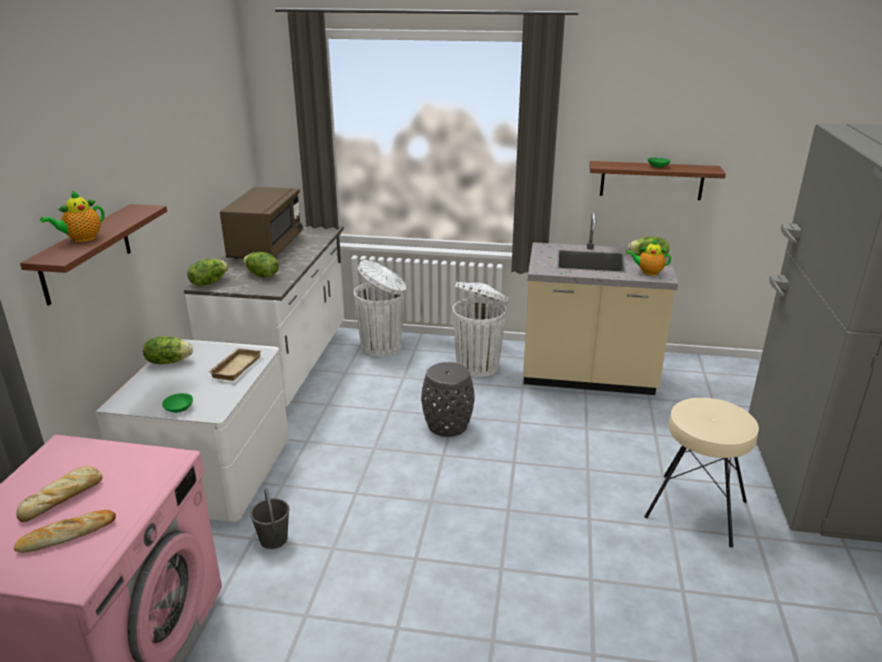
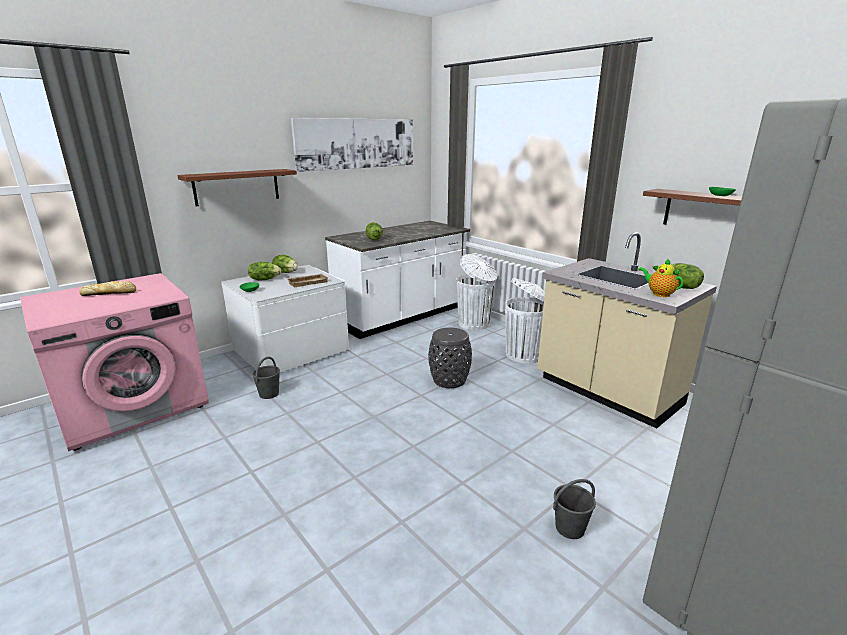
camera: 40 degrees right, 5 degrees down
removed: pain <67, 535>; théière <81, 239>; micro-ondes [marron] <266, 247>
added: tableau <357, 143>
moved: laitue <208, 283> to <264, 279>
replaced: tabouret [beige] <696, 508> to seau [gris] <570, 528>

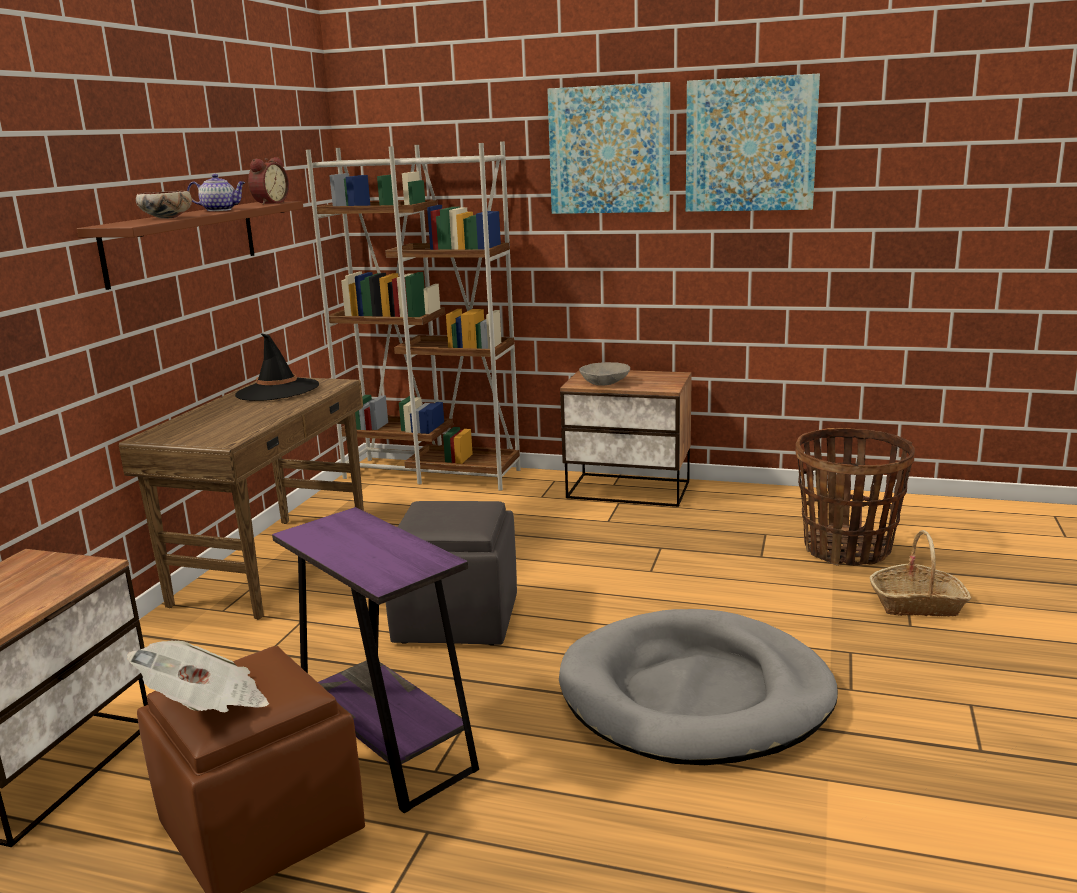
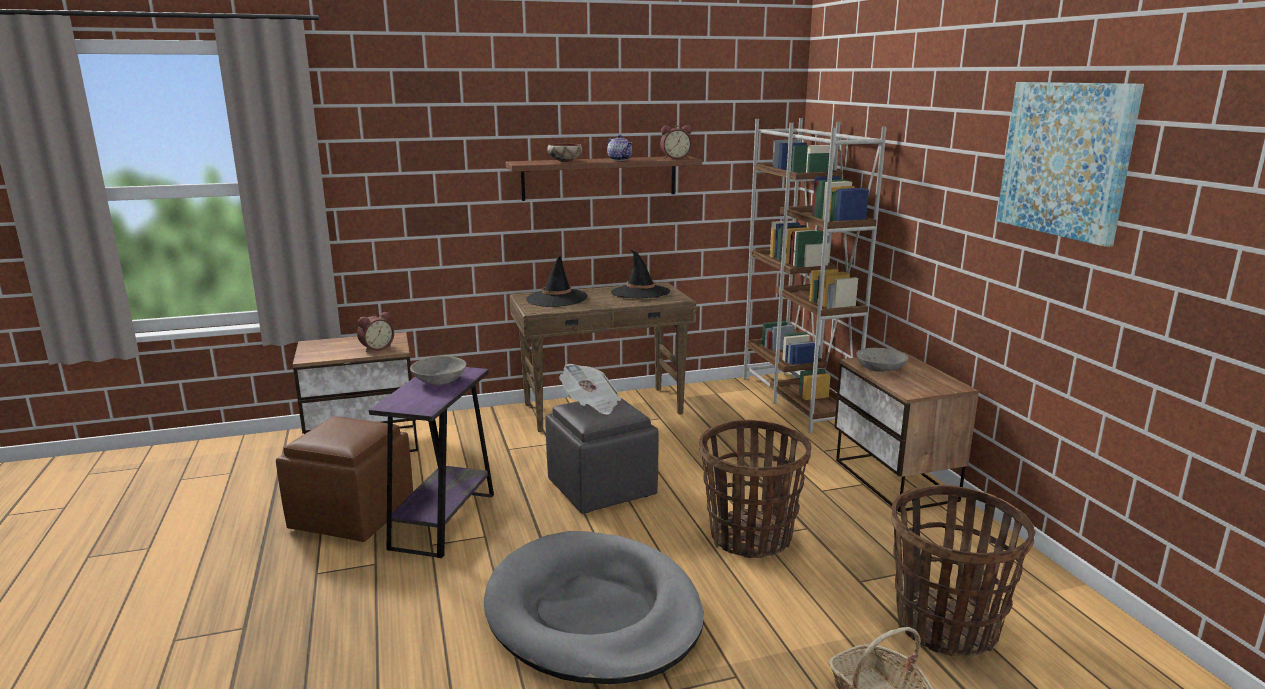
camera: 55 degrees right, 0 degrees up
removed: tableau <609, 150>
added: réveil <376, 348>; bol [gris] <439, 380>; chapeau [noir] <557, 298>; panier <750, 537>
moved: journal <207, 706> to <591, 404>

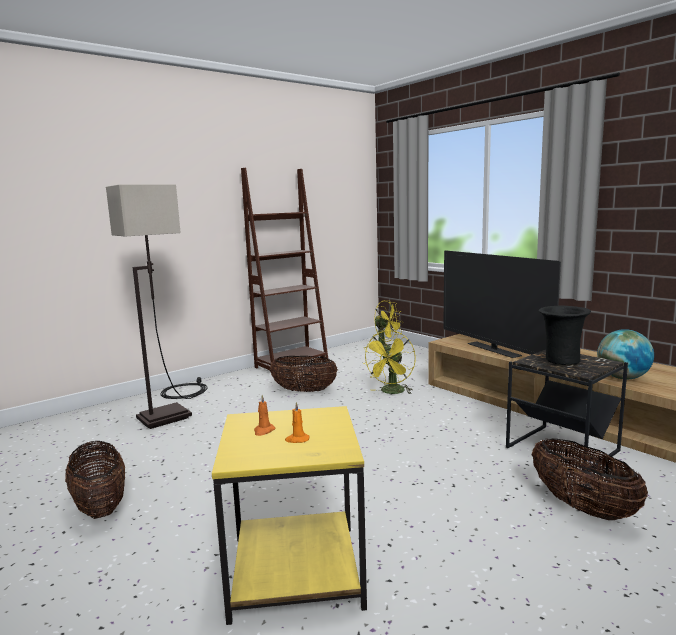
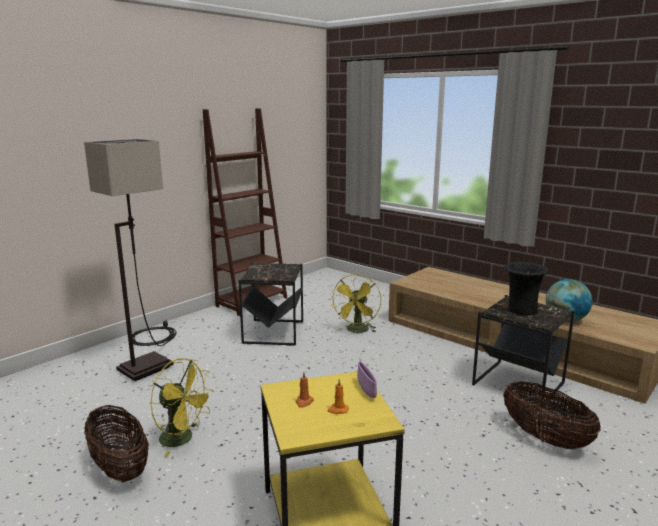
camera: 10 degrees left, 5 degrees up
removed: téléviseur <493, 350>
added: bol [violet] <366, 390>
moved: ventilateur [jaune] <386, 348> to <183, 439>
replaced: panier <304, 391> to table d'appoint [noir] <274, 332>

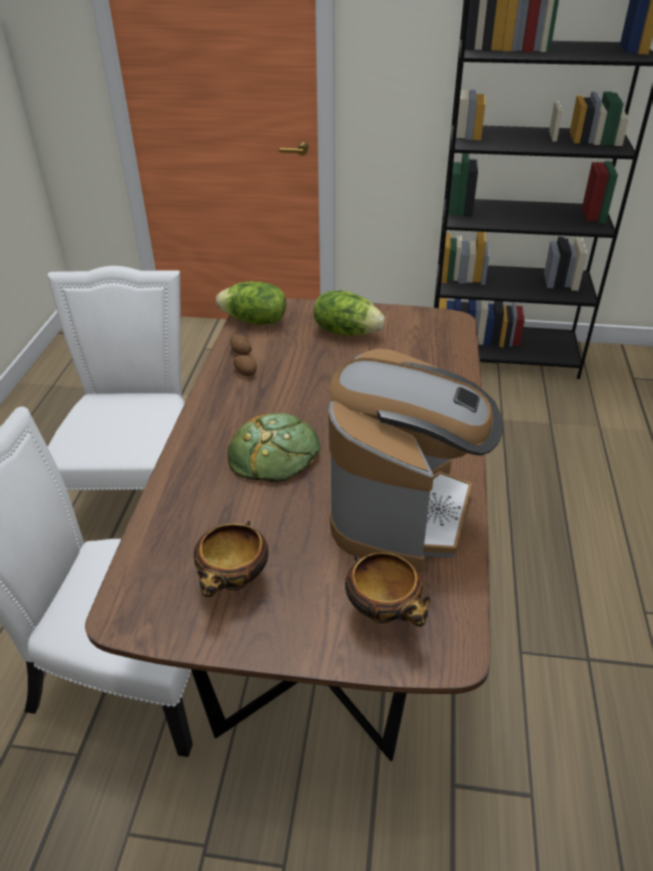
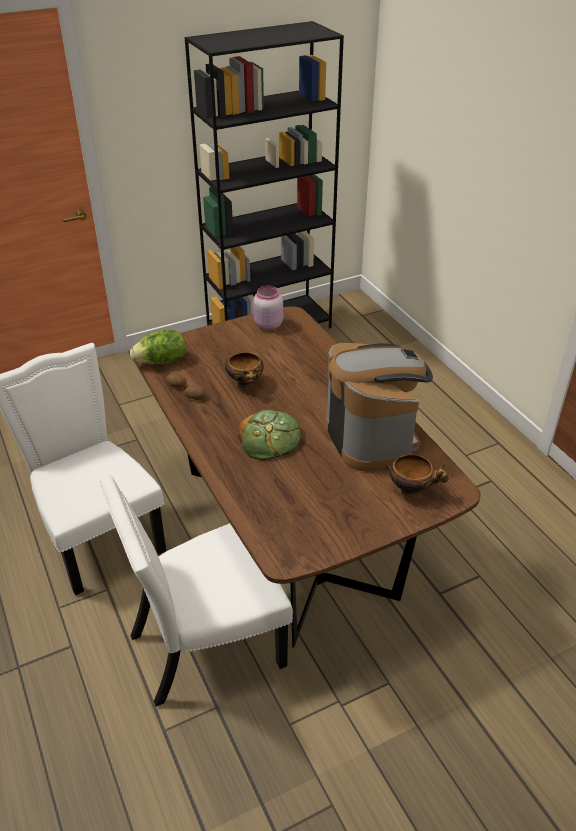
camera: 35 degrees left, 0 degrees up
removed: laitue <346, 331>
added: bocal [rose] <267, 325>
moved: bol <234, 582> to <246, 384>

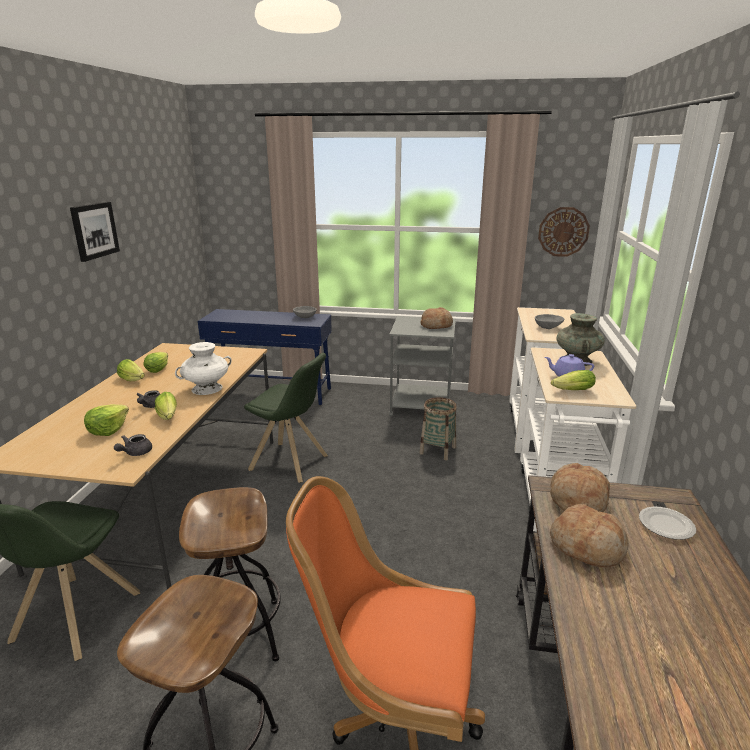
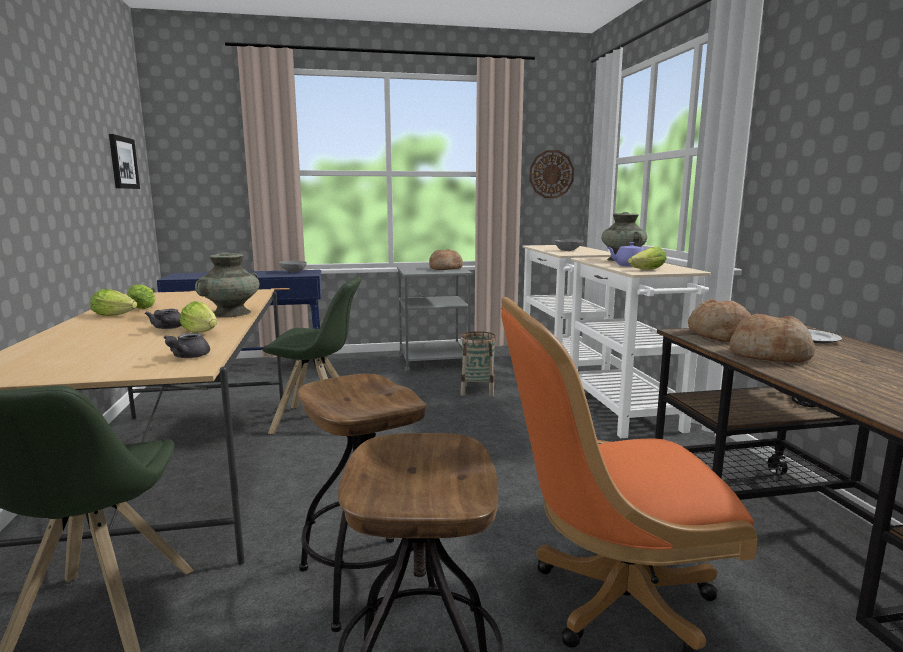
camera: 20 degrees left, 10 degrees down
removed: laitue <108, 430>
moved: tableau <94, 230> to <123, 163>
recoloured: vase [blanc] <206, 389> to vase [turquoise] <230, 313>

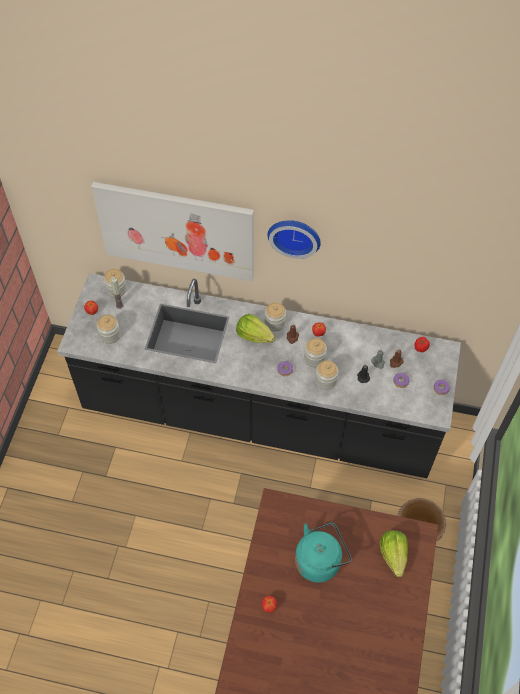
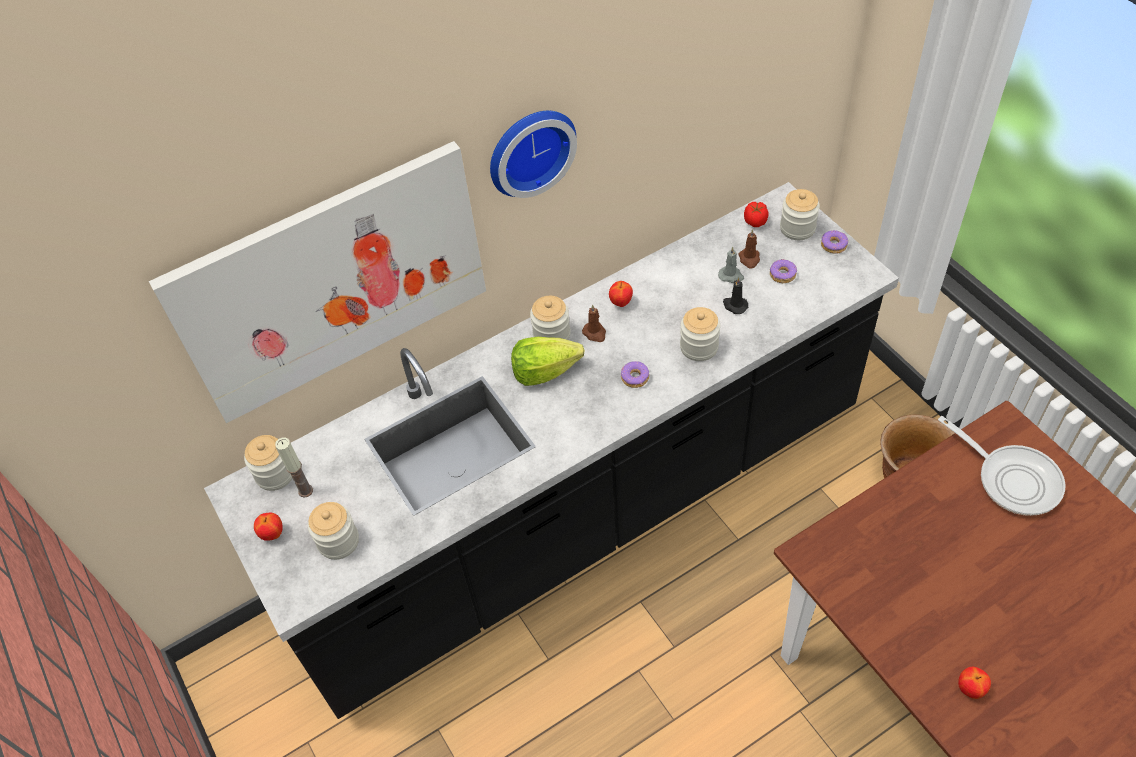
camera: 40 degrees left, 5 degrees down
removed: bouilloire [turquoise] <320, 560>
moved: bocal <314, 358> to <797, 228>
replaced: laitue <393, 555> to poêle <1012, 479>

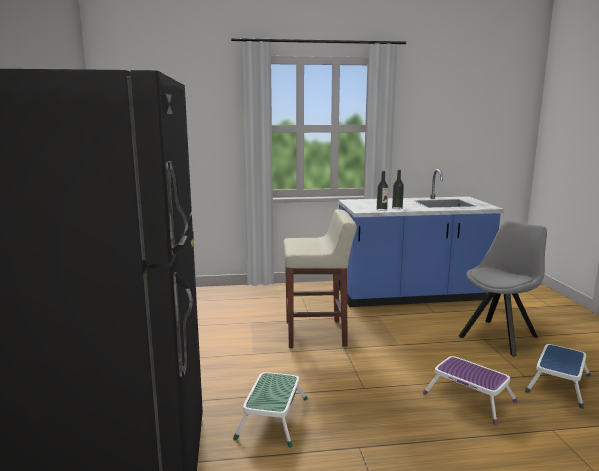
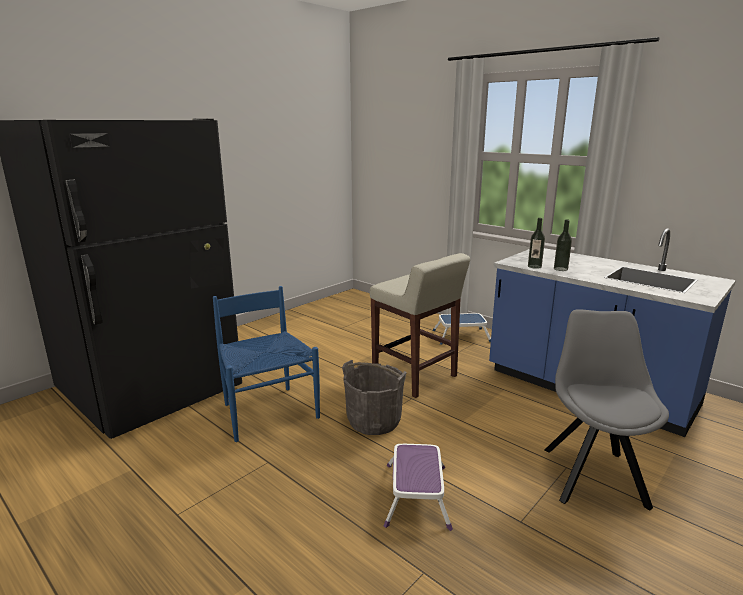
camera: 50 degrees right, 5 degrees up
added: seau [gris] <374, 420>
moved: escabeau [bleu] <558, 383> to <461, 336>
replaced: escabeau [vert] <273, 417> to chaise [bleu] <267, 412>
turned: chaise [gris] <499, 337> = <592, 476> 90 degrees counterclockwise

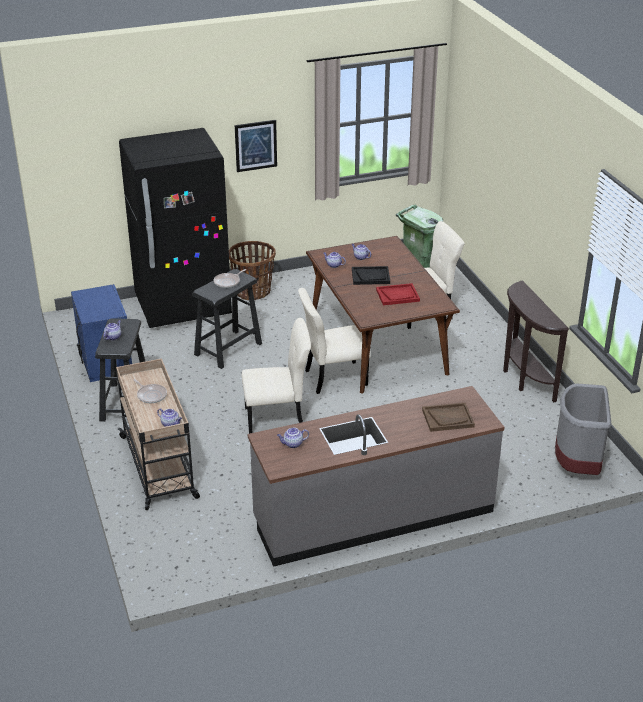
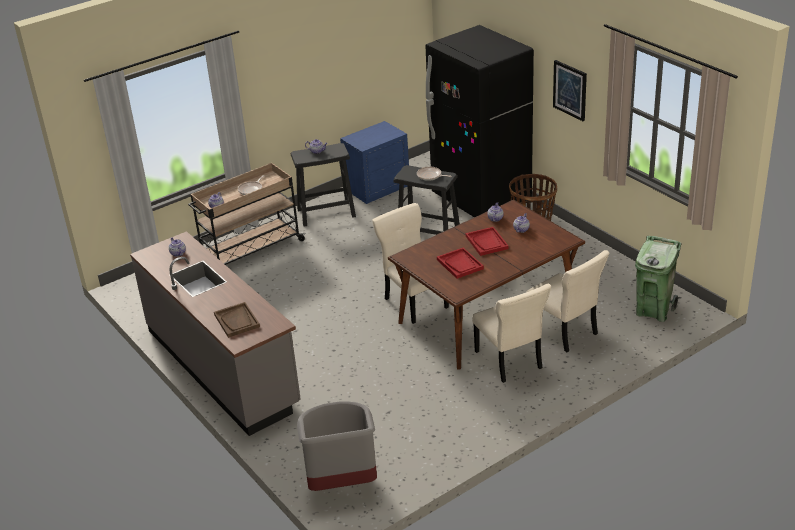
camera: 75 degrees right, 0 degrees up
removed: table console [marron] <524, 378>
moved: chaise [beige] <277, 418> to <509, 361>
recoloured: plateau [noir] <370, 276> to plateau [rouge] <487, 242>

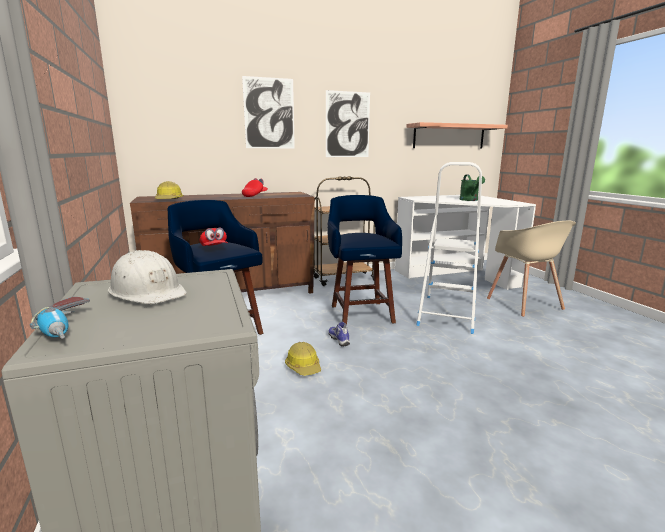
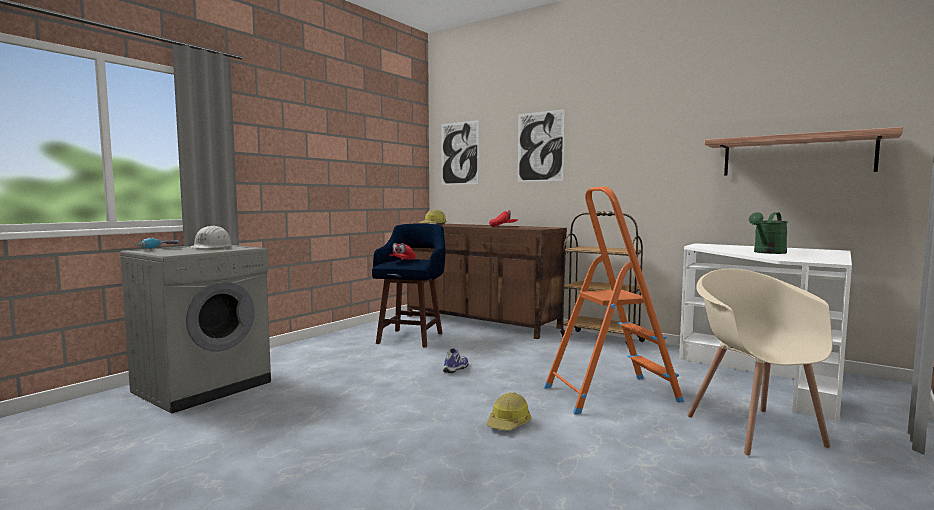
camera: 55 degrees right, 10 degrees down
removed: tabouret [bleu] <361, 313>
moved: tableau <347, 124> to <459, 153>; casque de chantier <304, 367> to <509, 423>
recoloured: escabeau [blanc] <448, 312> to escabeau [orange] <612, 394>
turned: chaise [beige] <524, 304> = <753, 430> 135 degrees clockwise

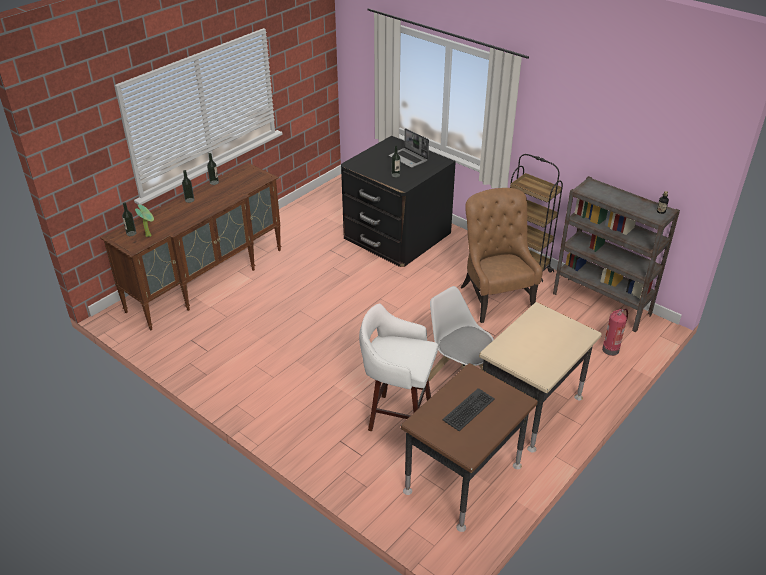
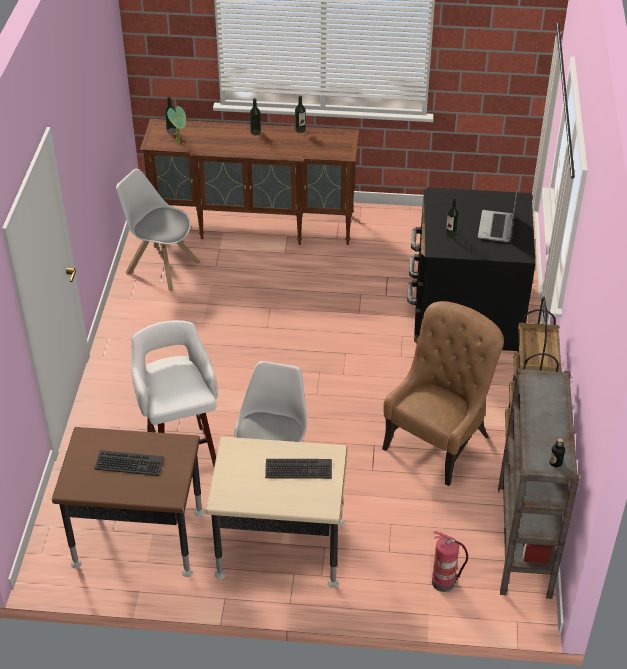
camera: 55 degrees right, 5 degrees up
added: chaise <161, 267>; clavier <298, 469>

